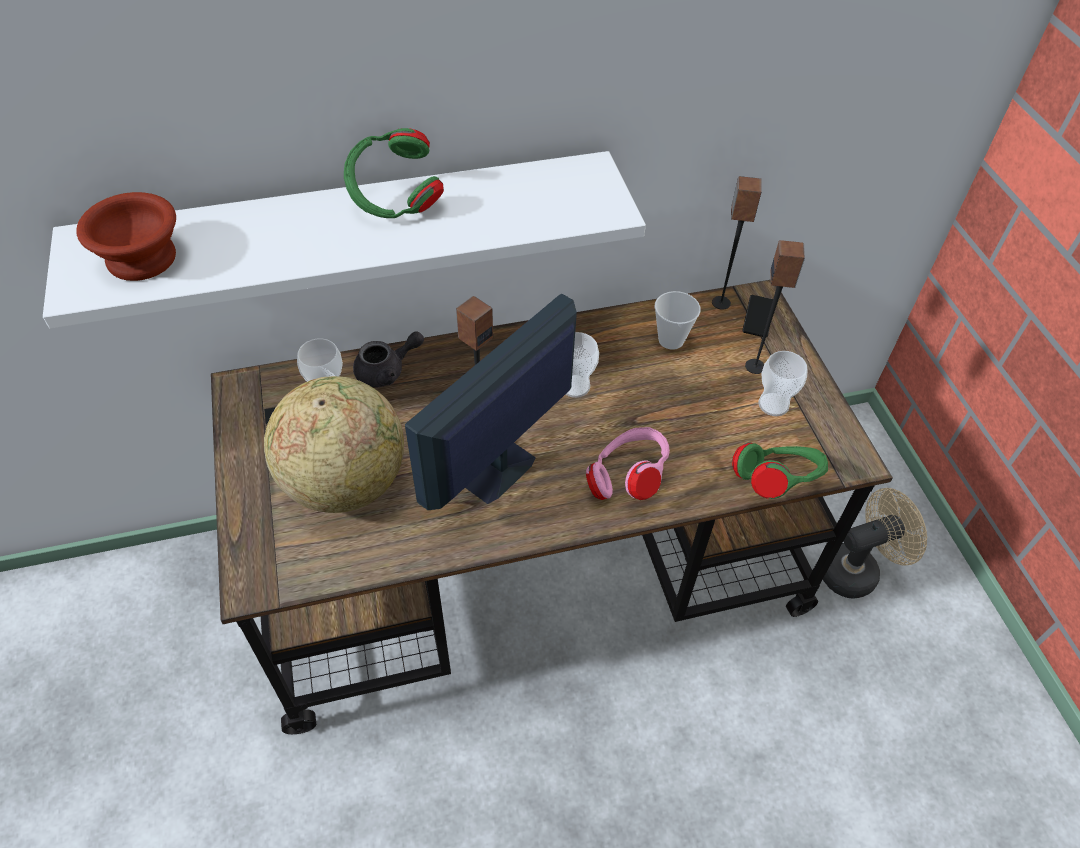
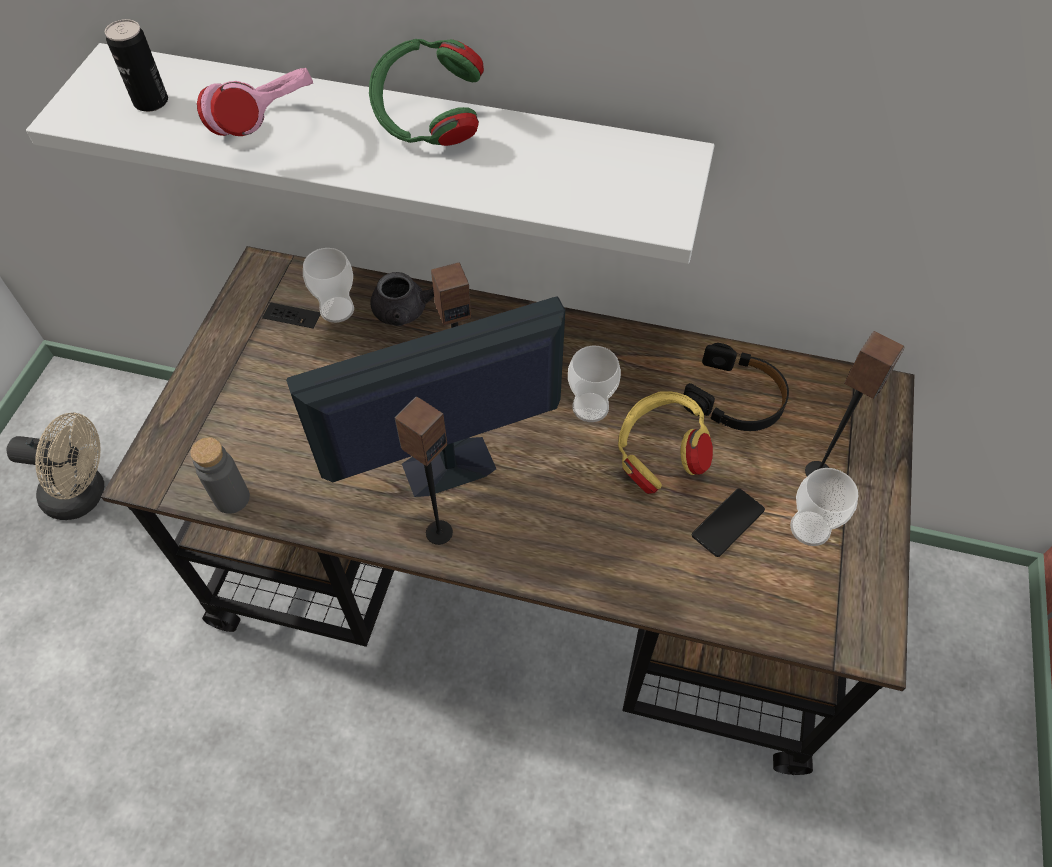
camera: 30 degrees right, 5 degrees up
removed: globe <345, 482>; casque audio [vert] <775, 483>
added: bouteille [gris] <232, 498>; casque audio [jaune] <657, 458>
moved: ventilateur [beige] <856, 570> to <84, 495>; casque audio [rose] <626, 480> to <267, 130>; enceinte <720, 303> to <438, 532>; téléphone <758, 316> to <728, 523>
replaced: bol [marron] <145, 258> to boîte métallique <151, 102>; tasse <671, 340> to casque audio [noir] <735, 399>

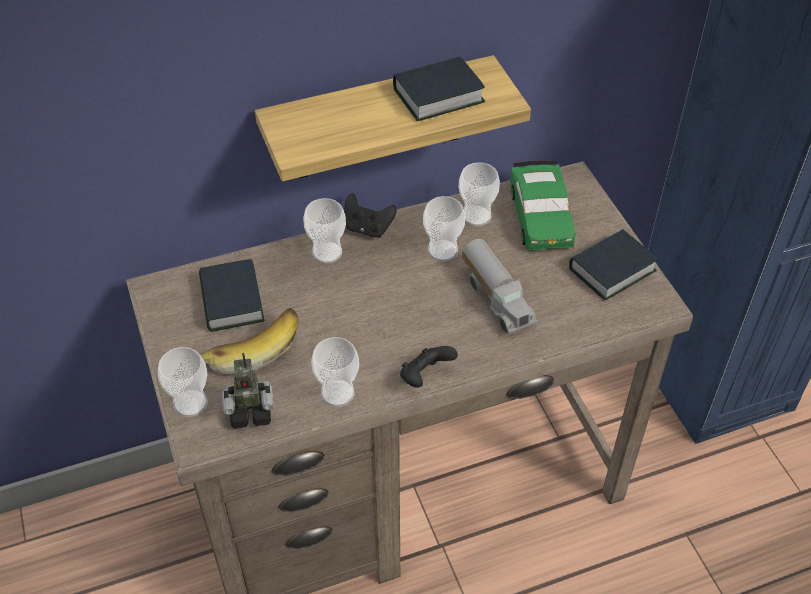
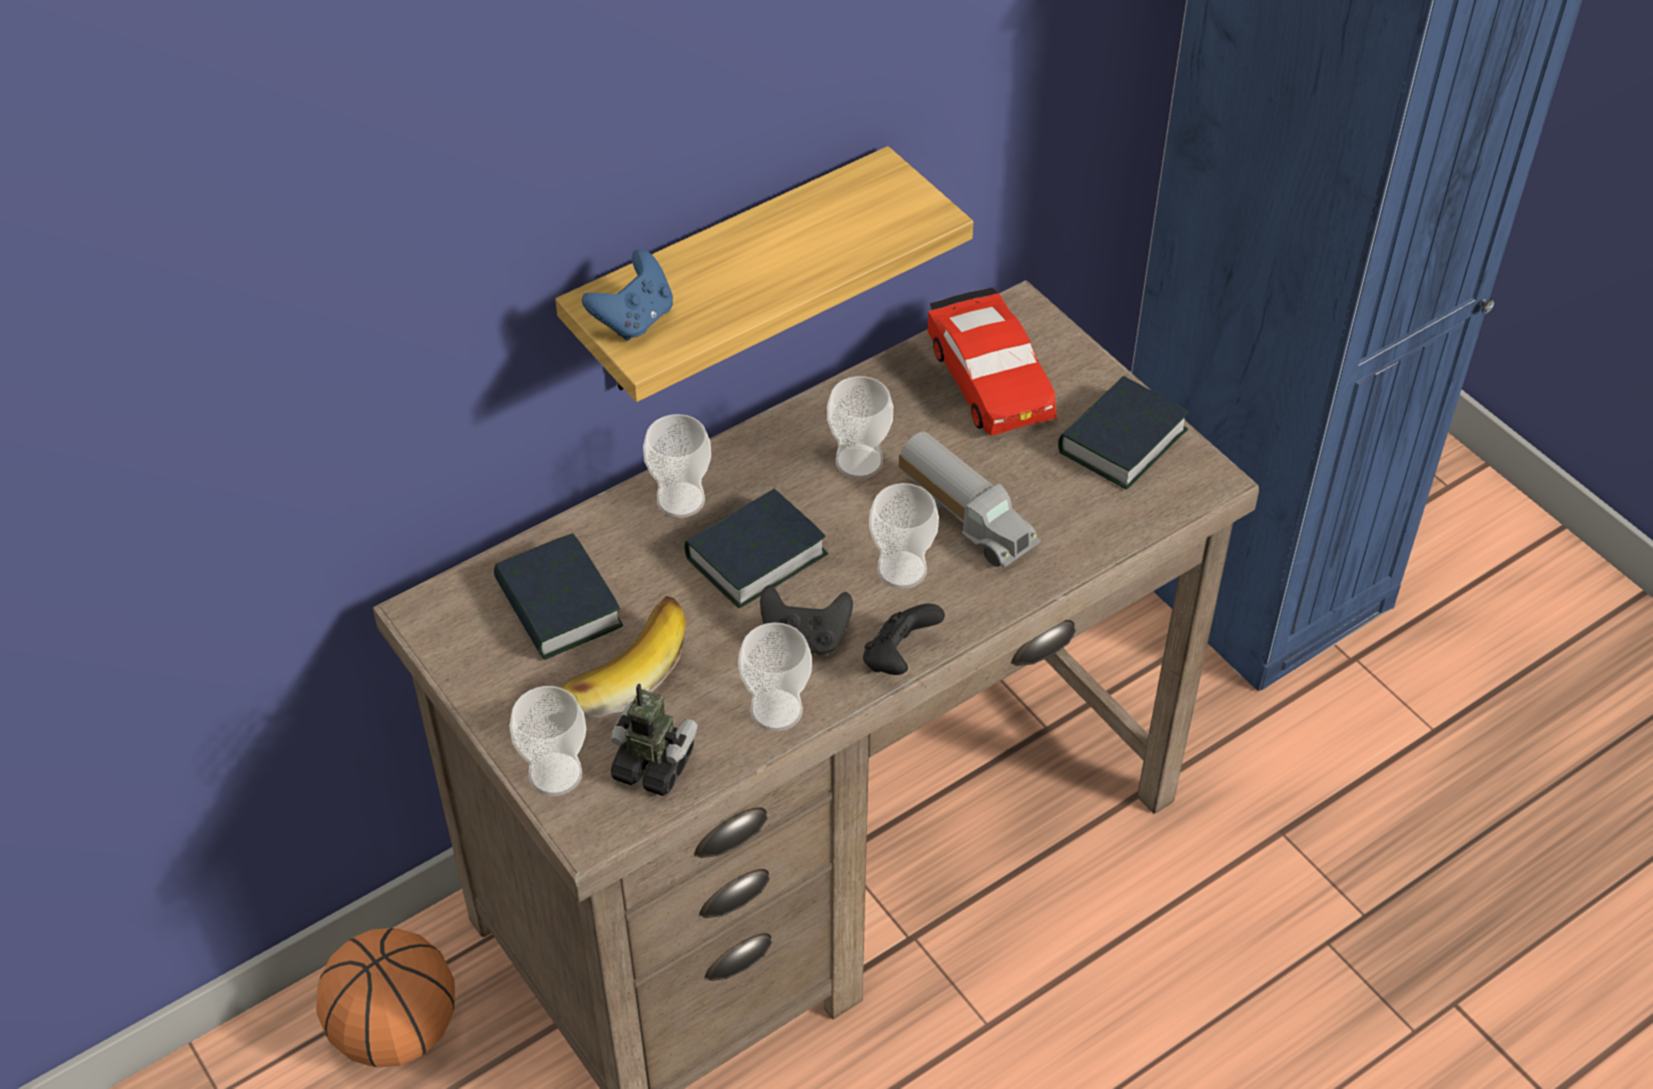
camera: 15 degrees left, 0 degrees up
added: ballon de basket <396, 1030>; manette [bleu] <634, 319>
moved: livre <438, 96> to <755, 556>; manette [noir] <368, 228> to <805, 638>; tasse <476, 216> to <901, 570>
recoloured: petite voiture [vert] <541, 216> to petite voiture [rouge] <990, 379>
turned: robot jouet <250, 411> = <653, 765> 135 degrees counterclockwise

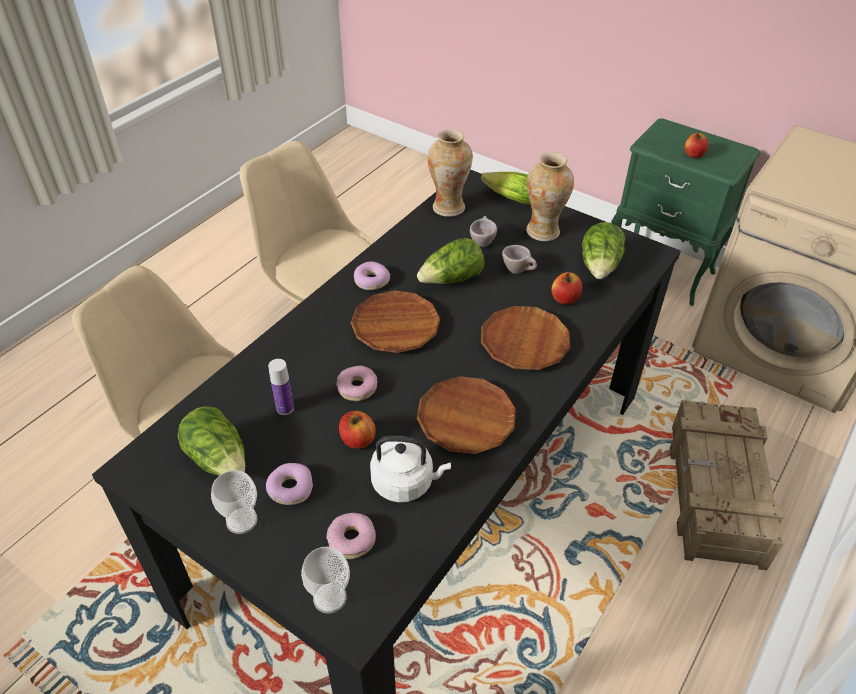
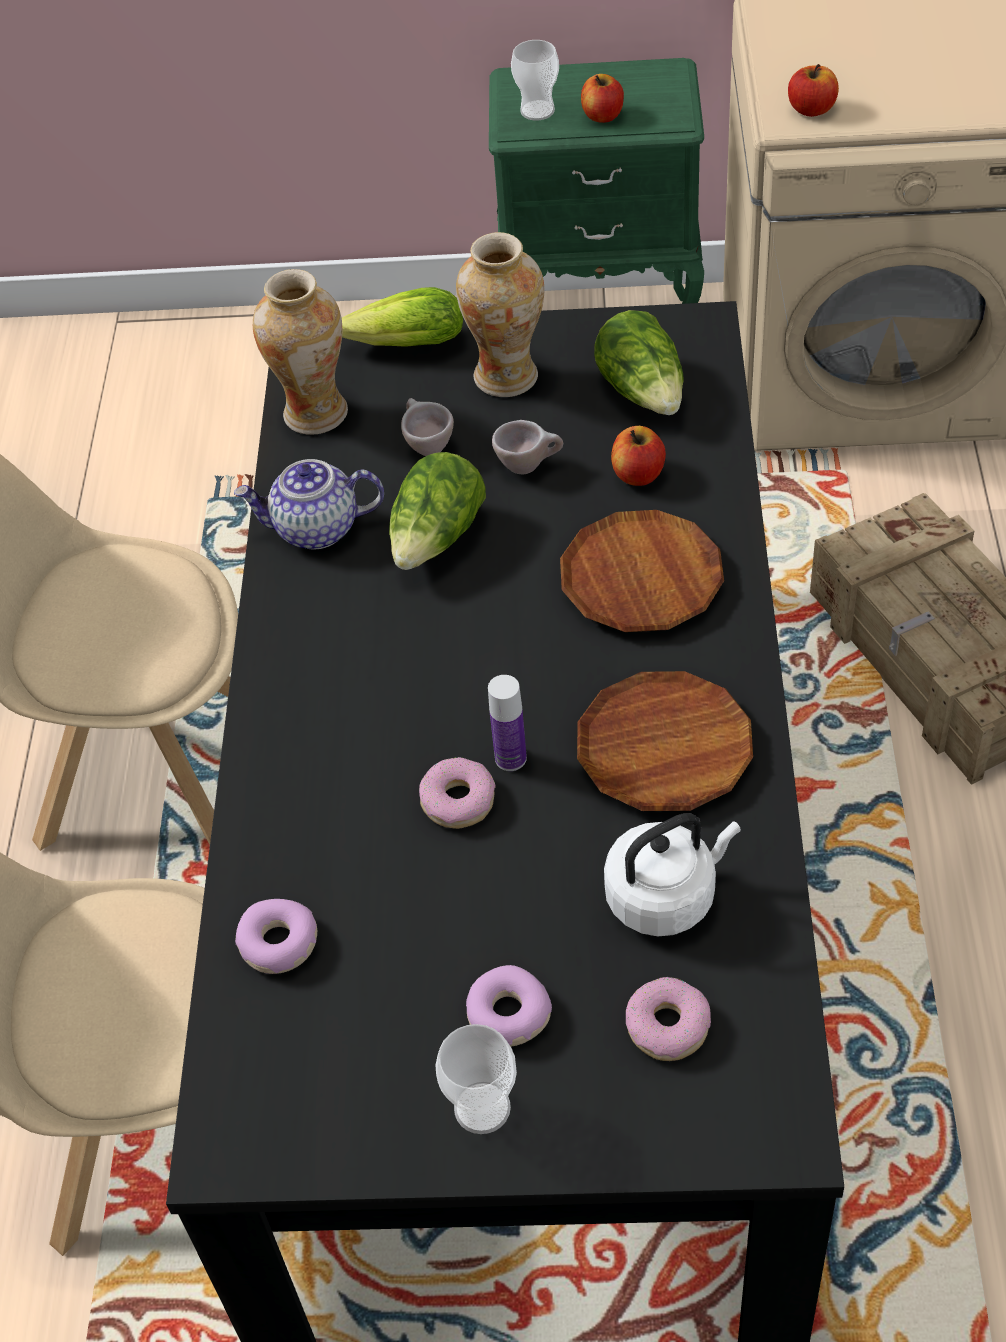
camera: 30 degrees left, 5 degrees up
removed: laitue <219, 458>; assiette [marron] <395, 326>
added: théière <316, 529>
moved: beignet <371, 281> to <278, 944>; bouteille <285, 408> to <510, 758>; tasse <329, 598> to <537, 110>; pomme <357, 440> to <811, 109>

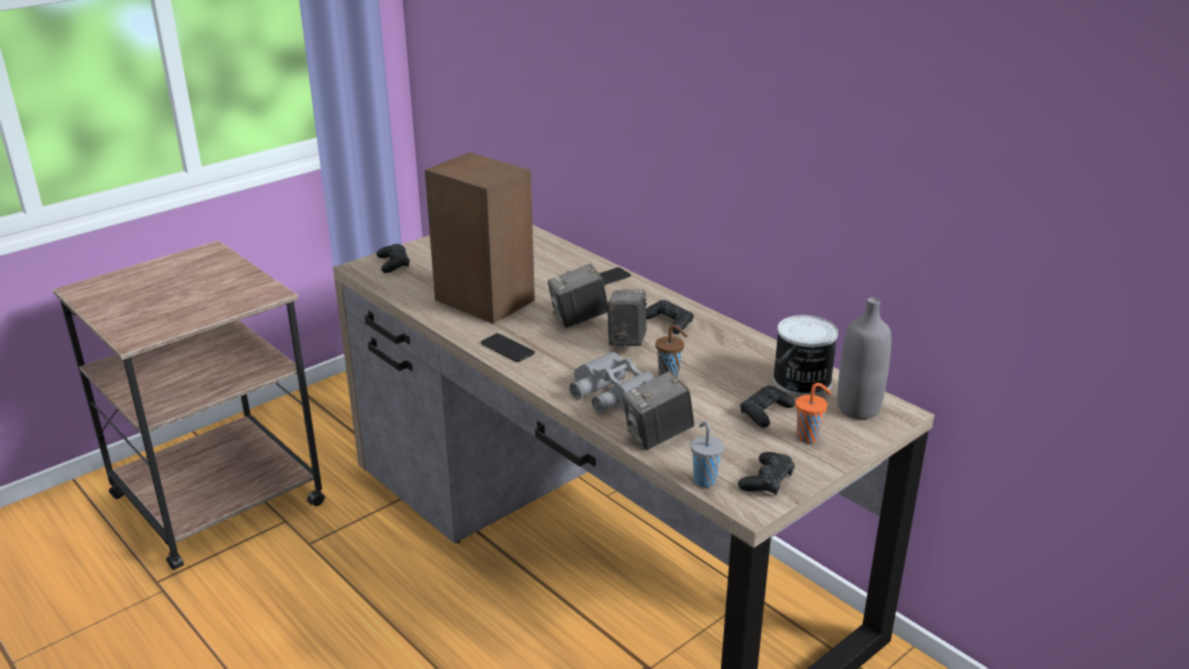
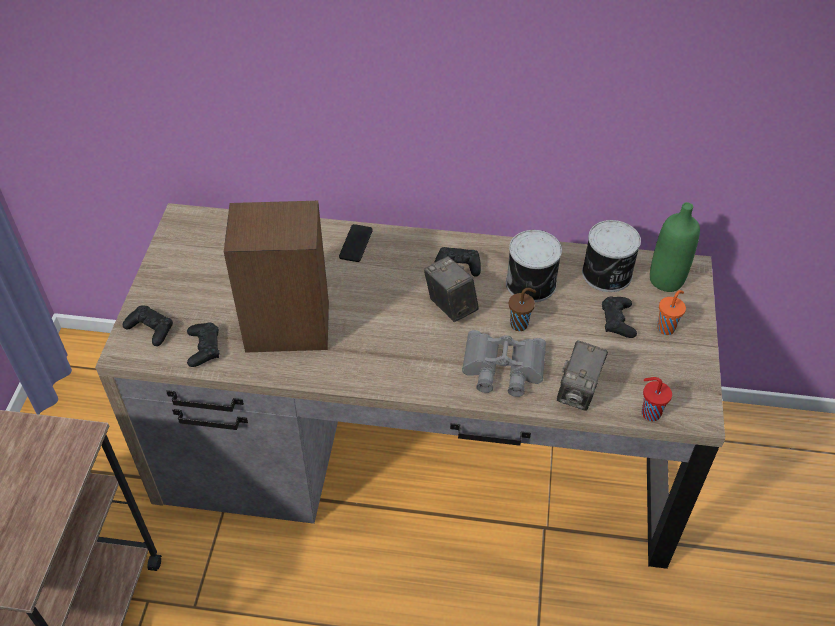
camera: 40 degrees left, 20 degrees up
removed: téléphone <507, 348>; appareil photo <578, 319>
added: boîte métallique <532, 284>
moved: manette [noir] <767, 480> to <204, 348>
recoloured: tasse [gris] <704, 480> to tasse [rouge] <649, 413>; bouteille [gris] <858, 409> to bouteille [vert] <666, 280>

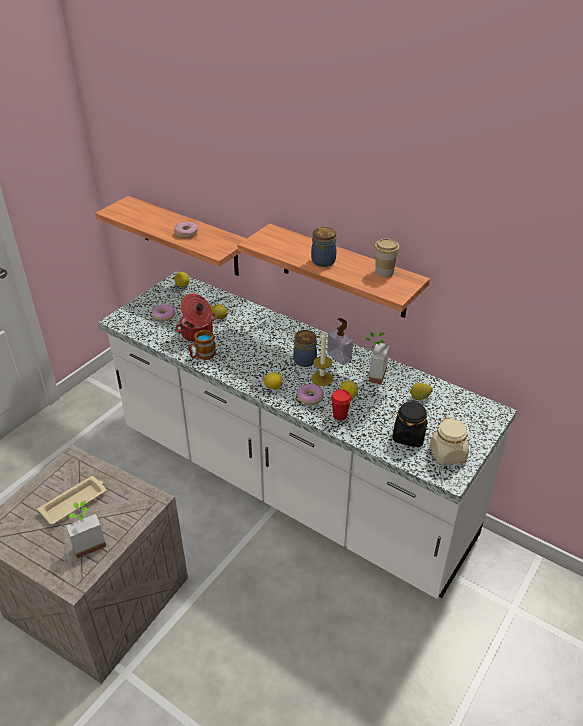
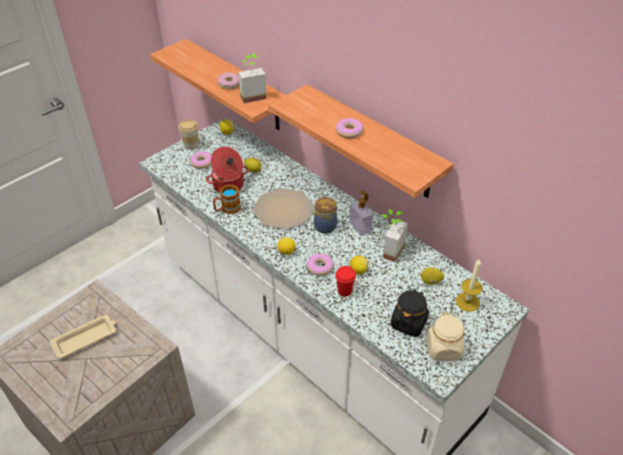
camera: 10 degrees right, 5 degrees up
added: assiette <283, 209>
moved: tasse <384, 272> to <191, 145>; plante en pot <87, 542> to <252, 95>; bougie <322, 378> to <467, 302>
replaced: bocal <324, 261> to beignet <349, 132>

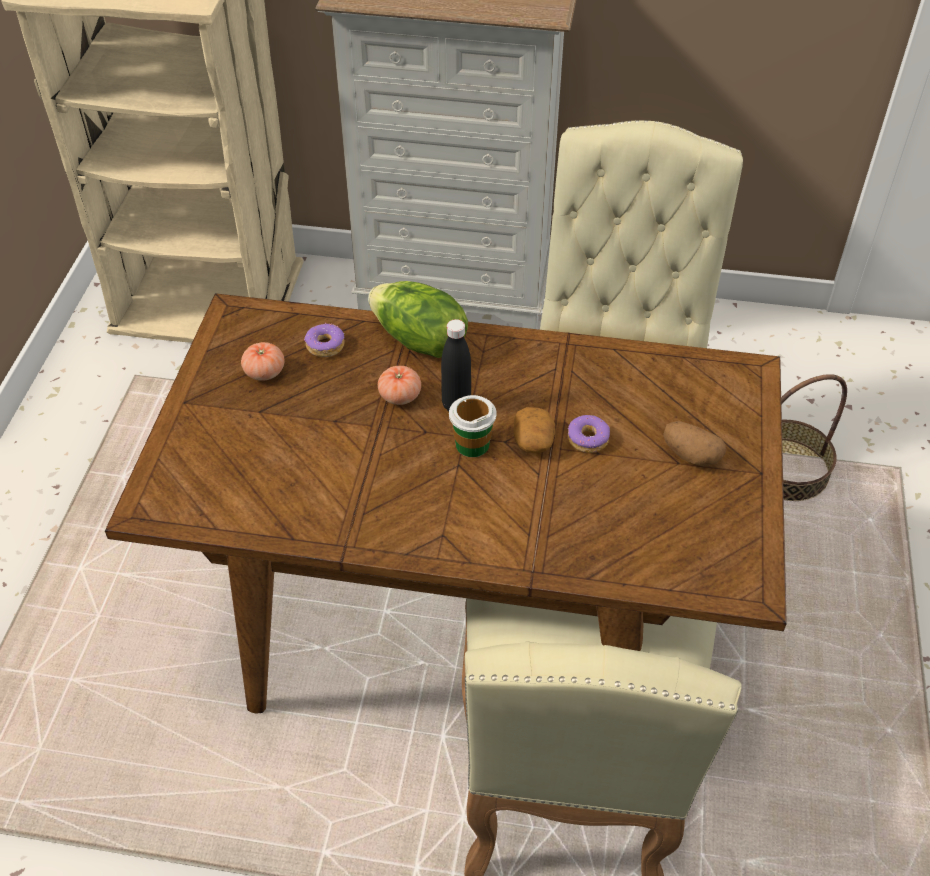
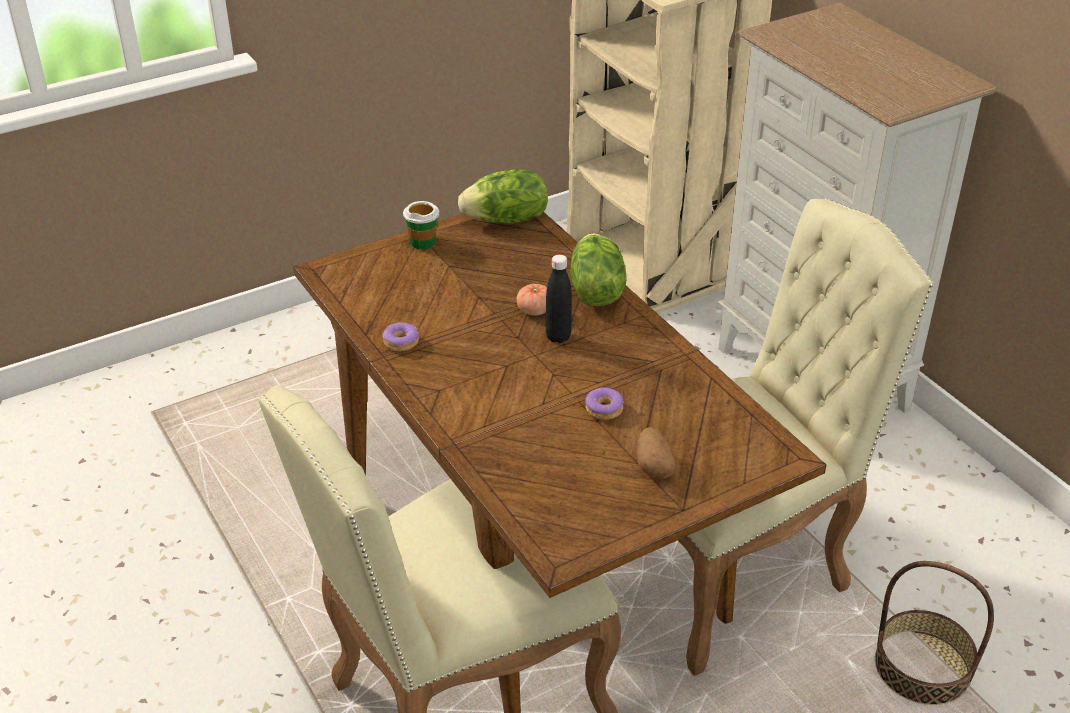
camera: 50 degrees right, 10 degrees down
removed: tomate <264, 372>; pomme de terre <533, 441>
added: laitue <507, 220>
moved: beignet <325, 346> to <401, 342>; tasse <472, 444> to <423, 242>

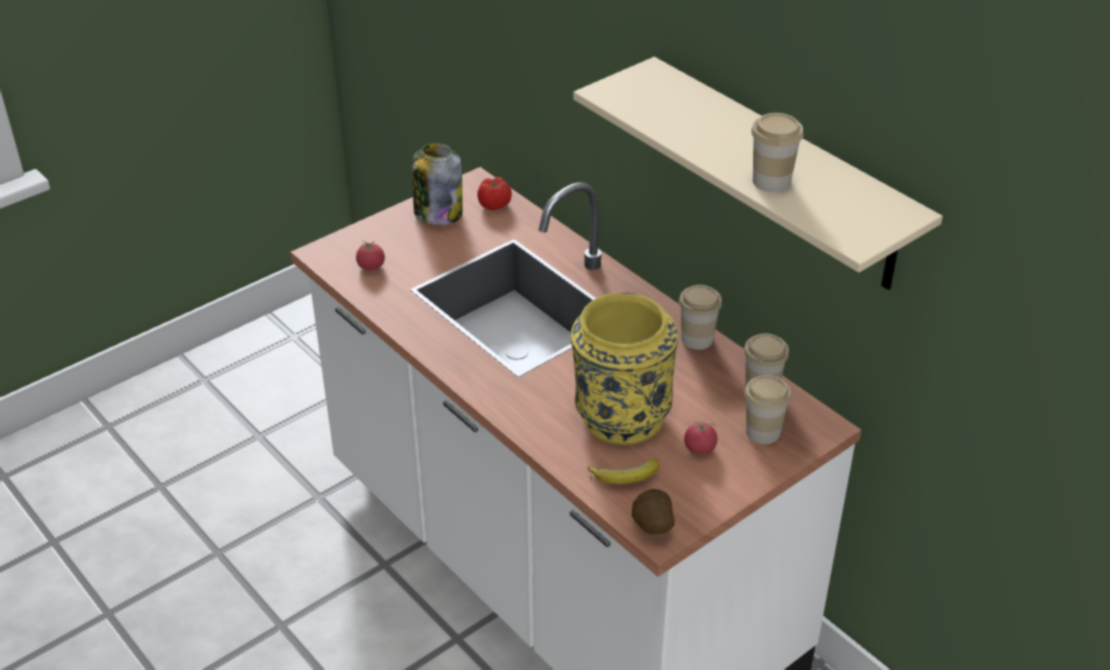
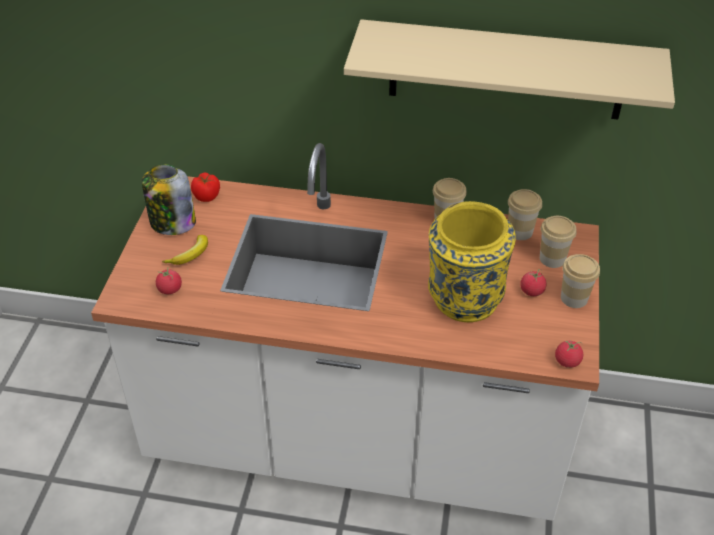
camera: 40 degrees left, 5 degrees up
moved: banane <626, 478> to <190, 255>; tasse <771, 181> to <574, 298>
replaced: pomme de terre <651, 528> to tomate <567, 361>

